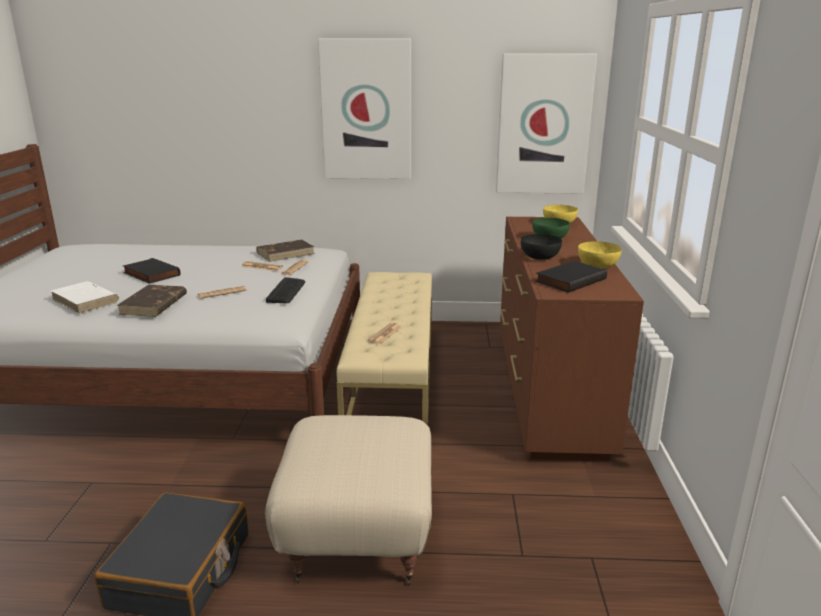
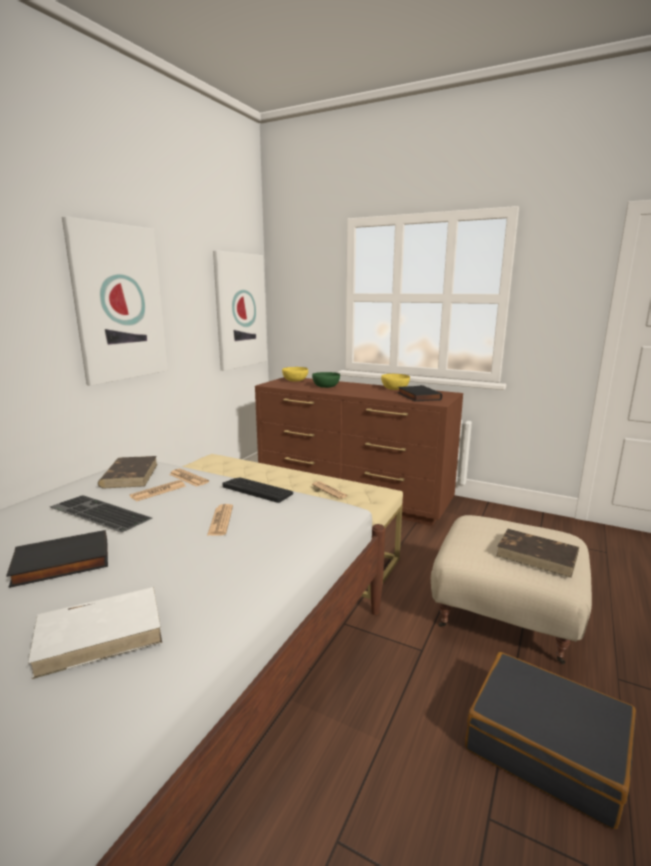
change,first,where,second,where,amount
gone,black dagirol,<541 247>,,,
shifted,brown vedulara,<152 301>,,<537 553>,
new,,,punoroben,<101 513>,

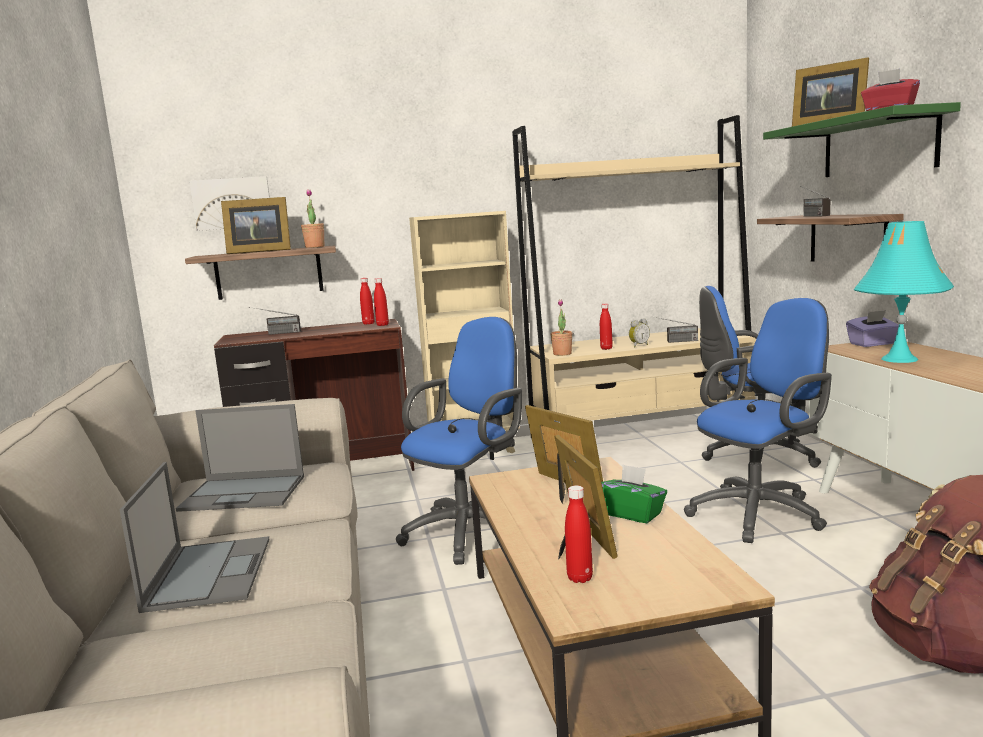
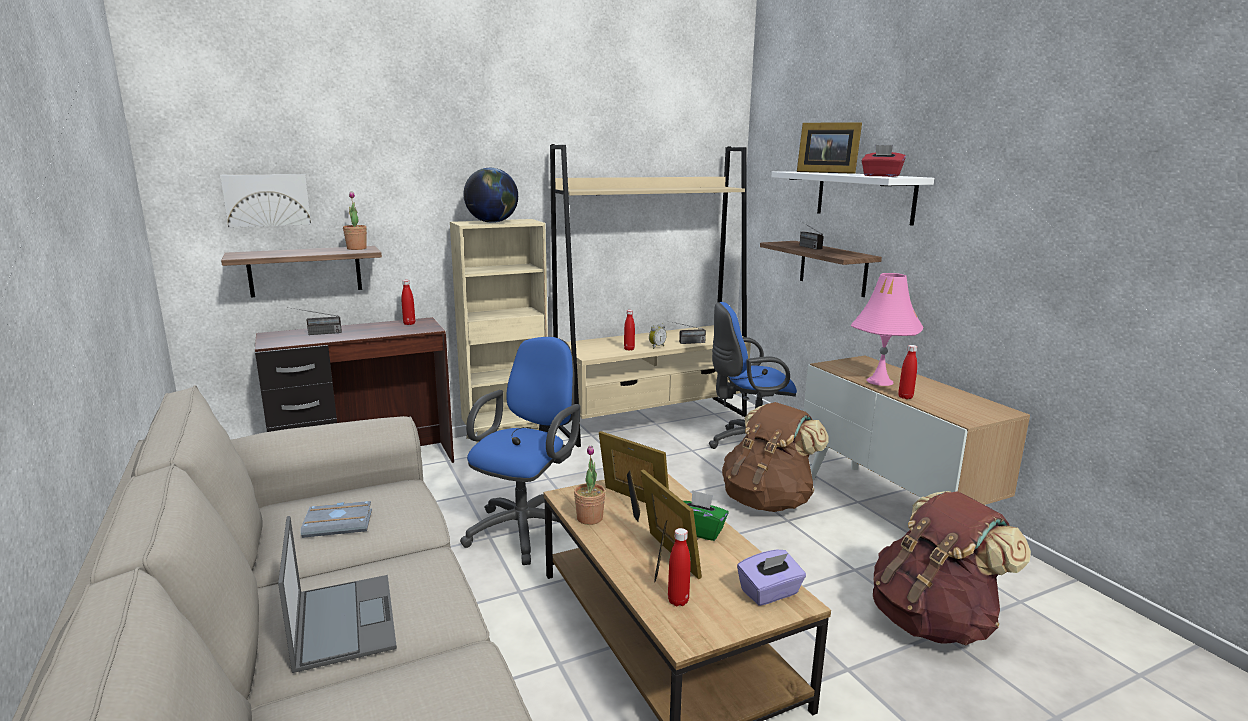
change,first,where,second,where,amount
repainted,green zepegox,<862 139>,white zepegox,<852 198>,
gone,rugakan,<256 225>,,,
repainted,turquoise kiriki,<903 292>,pink kiriki,<886 329>,
shifted,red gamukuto,<381 302>,,<907 372>,
swapped,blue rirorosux,<758 420>,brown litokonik,<775 457>,
shifted,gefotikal,<561 328>,,<590 485>,
shifted,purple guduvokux,<872 328>,,<771 578>,
swapped,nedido,<240 458>,grey vedulara,<336 519>,
new,,,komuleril,<491 195>,

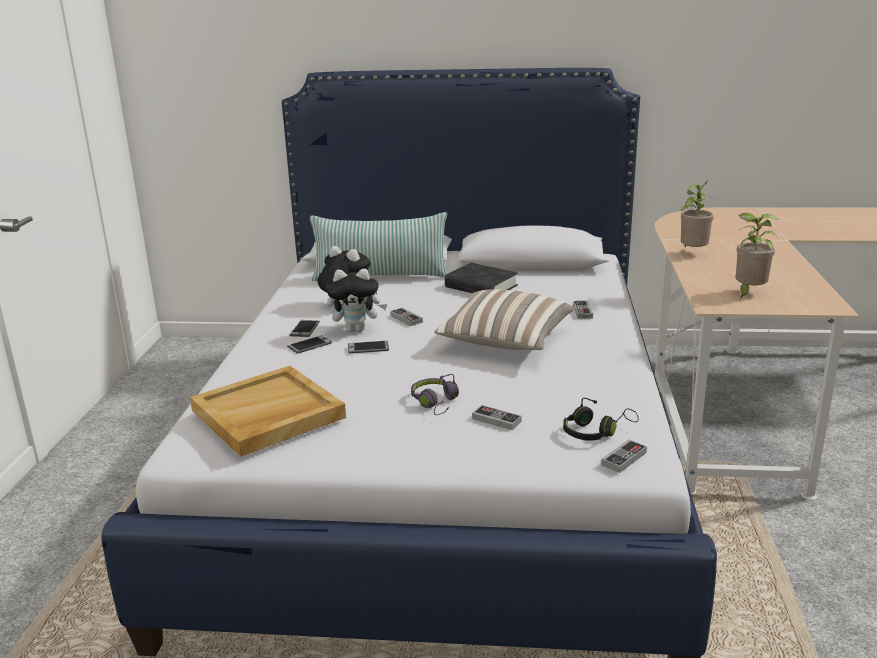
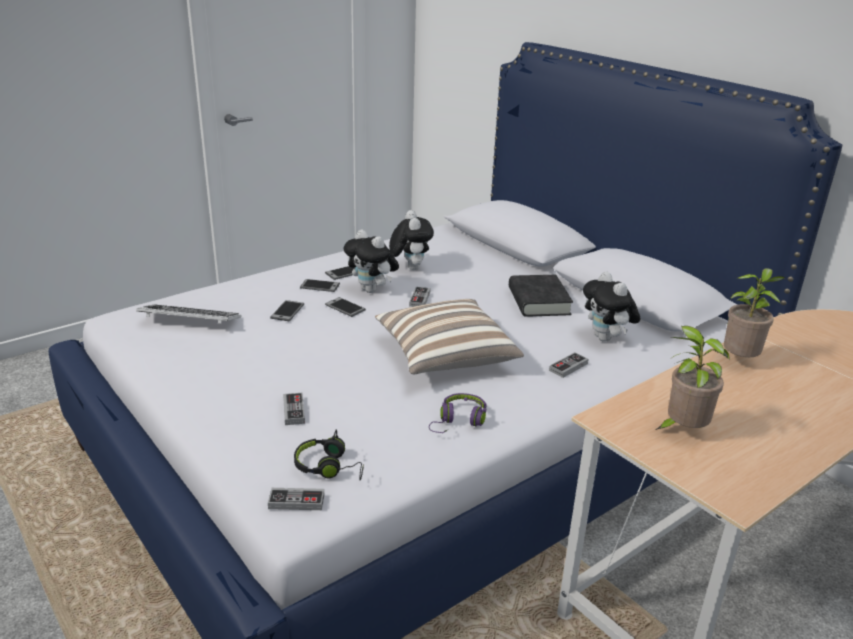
change,first,where,second,where,amount
gone,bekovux,<378 246>,,,
swapped,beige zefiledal,<268 411>,punoroben,<188 314>,
shifted,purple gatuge,<435 394>,,<458 413>,
new,,,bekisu,<611 306>,
new,,,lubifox,<287 310>,

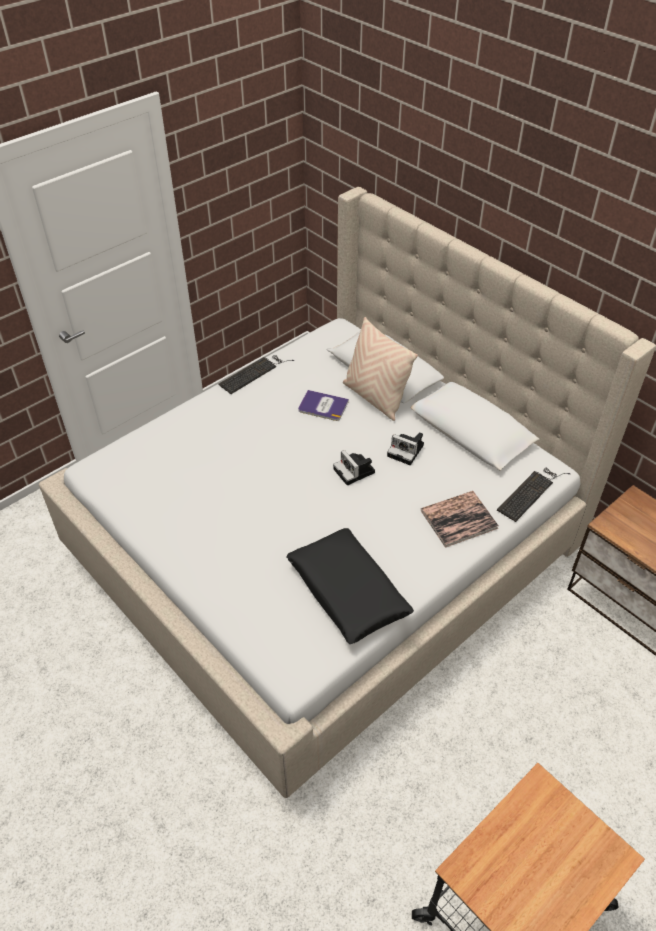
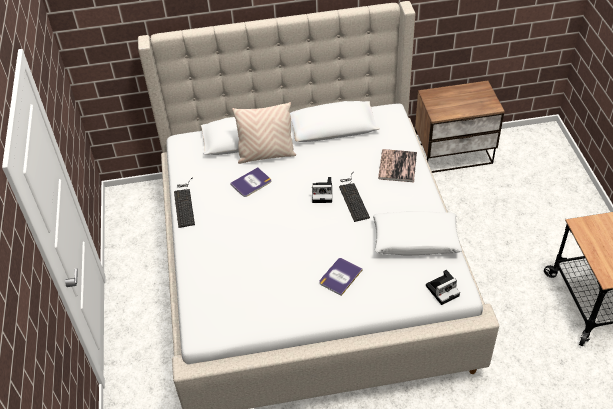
change,first,where,second,where,amount
shifted,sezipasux,<405 448>,,<443 287>,
shifted,punoroben,<533 495>,,<354 197>,
repainted,black bekovux,<350 586>,white bekovux,<417 233>,
new,,,vedulara,<341 277>,

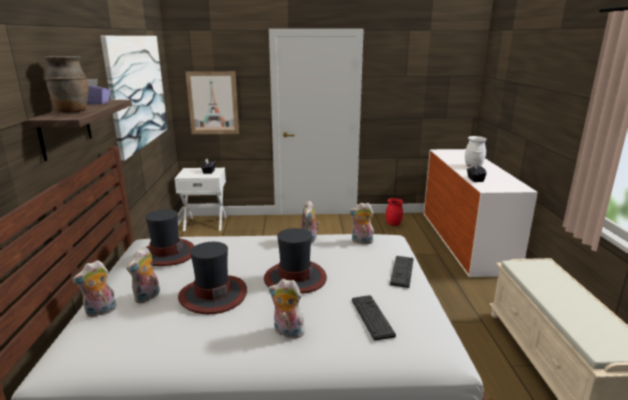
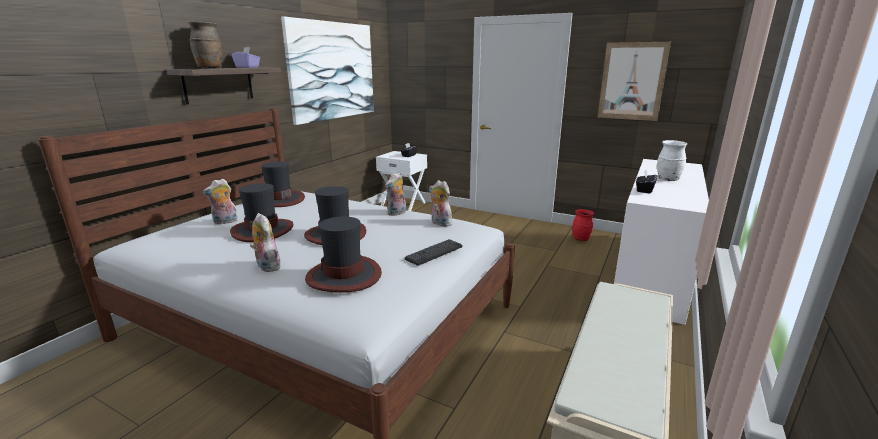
change,first,where,second,where,amount
shifted,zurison,<212 102>,,<634 81>,
gone,bekisu,<94 288>,,,
swapped,punoroben,<374 318>,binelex,<343 254>,

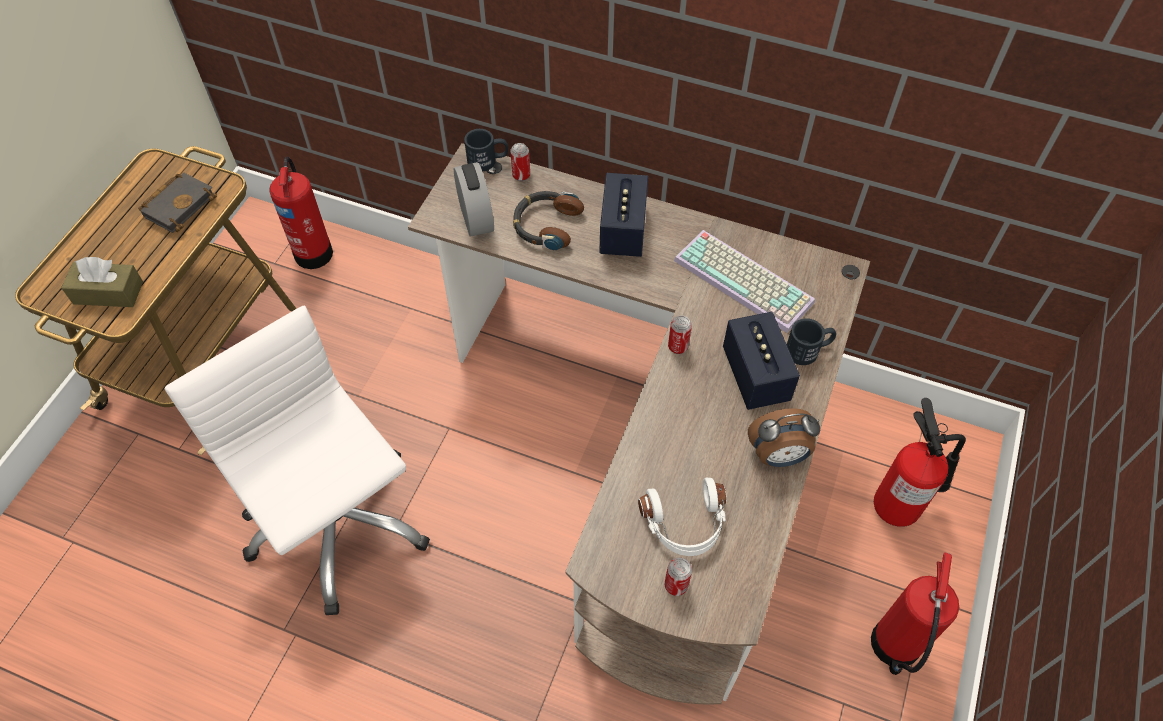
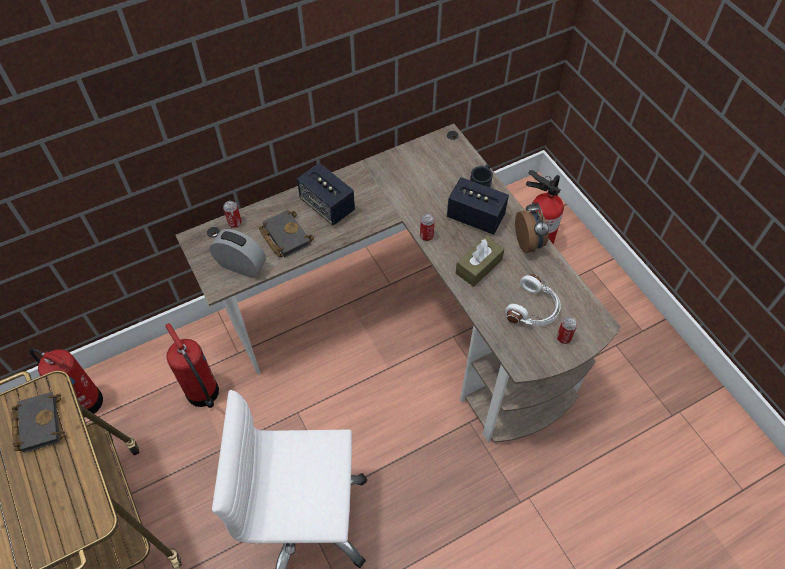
change,first,where,second,where,amount
gone,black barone,<486 150>,,,
swapped,gatuge,<548 221>,black vedulara,<286 233>,
gone,punoroben,<744 281>,,,
shifted,brown guduvokux,<102 282>,,<480 261>,
rotated,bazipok,<784 437>,,<532 227>,45 degrees counterclockwise
shifted,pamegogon,<915 613>,,<192 365>,

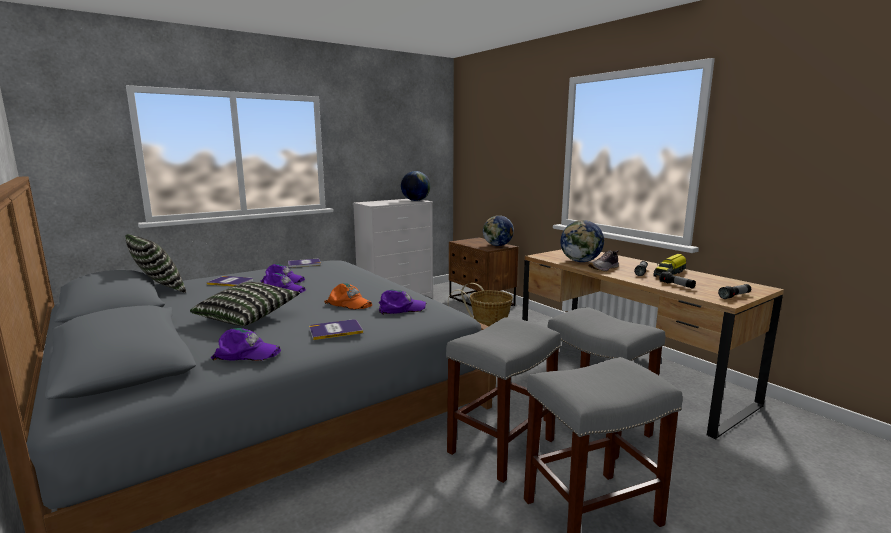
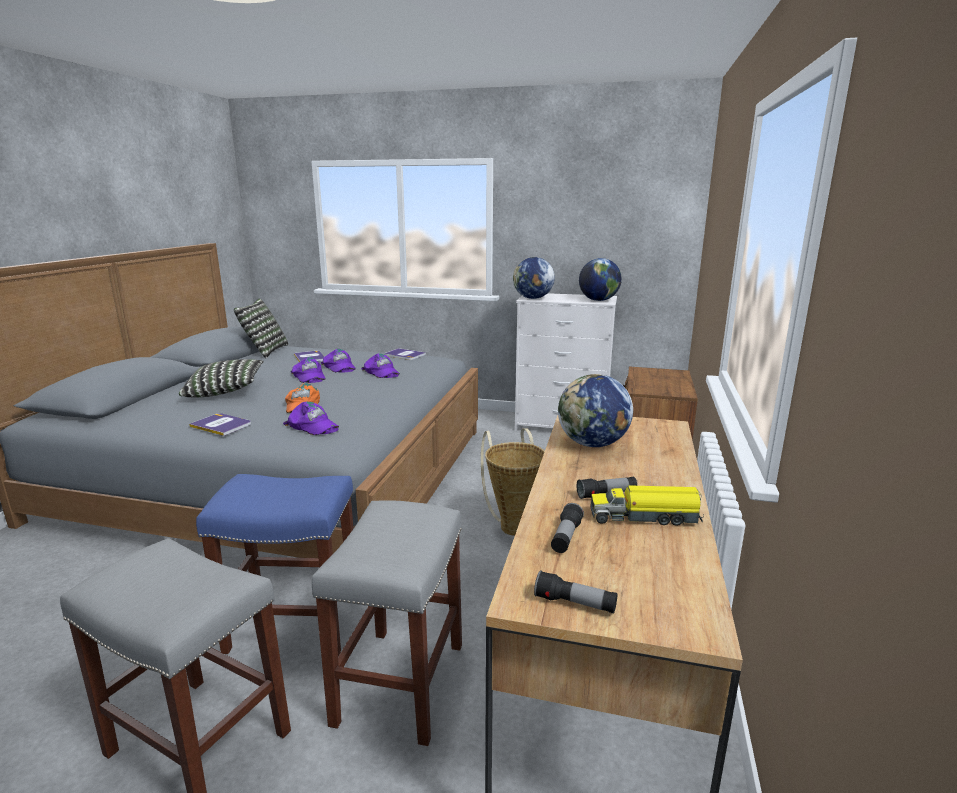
change,first,where,second,where,amount
shifted,komuleril,<498 230>,,<534 278>,
gone,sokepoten,<603 260>,,,
repainted,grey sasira,<503 400>,blue sasira,<275 565>,
shifted,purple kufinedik,<246 344>,,<380 365>,

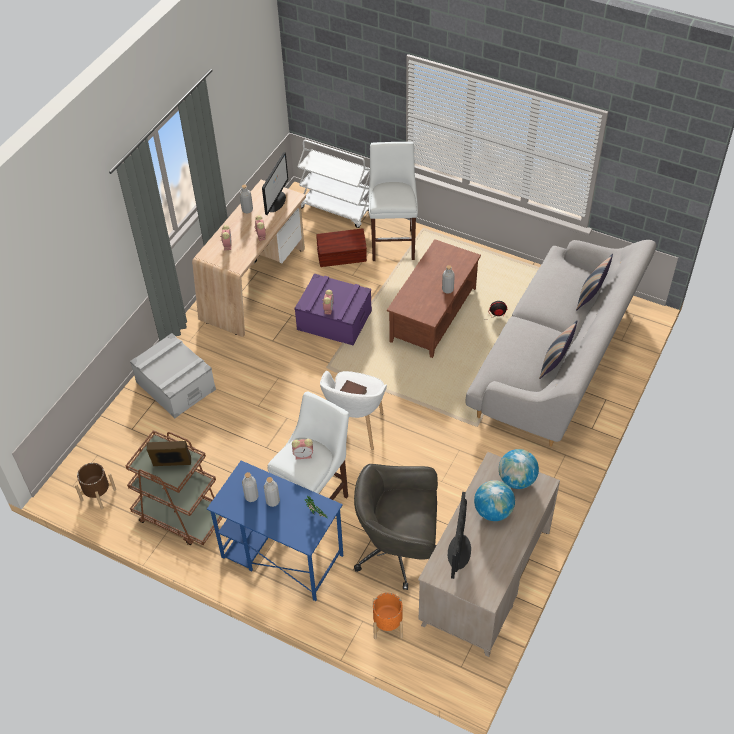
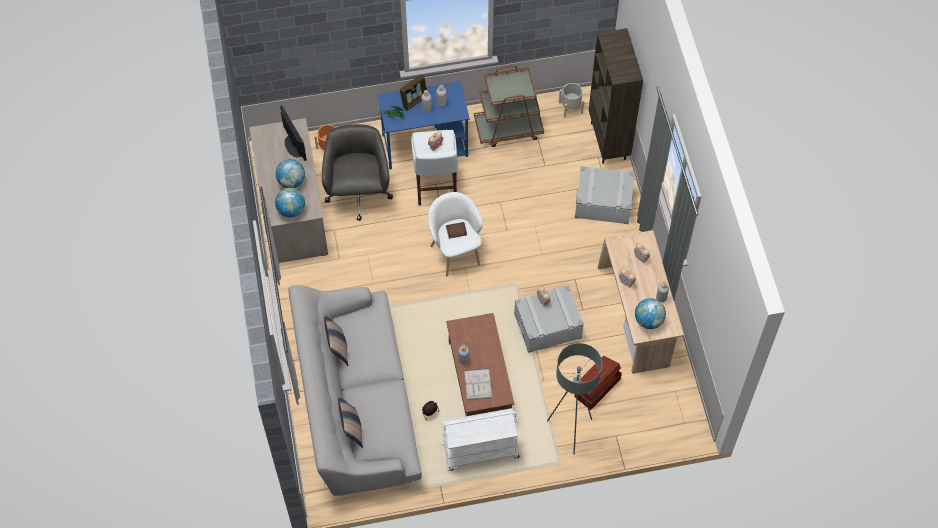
change,first,where,second,where,amount
shifted,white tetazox,<333 184>,,<481 439>,
swapped,white sasira,<393 201>,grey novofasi,<574 399>,
swapped,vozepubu,<275 183>,komuleril,<650 313>,
repainted,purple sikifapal,<333 310>,grey sikifapal,<549 319>,
shifted,rugakan,<169 453>,,<413 93>,
repainted,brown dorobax,<95 486>,grey dorobax,<571 100>,
rotated,grey rirorosux,<396 527>,,<357 172>,60 degrees counterclockwise
new,,,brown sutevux,<616 96>,
new,,,white vedulara,<478 384>,

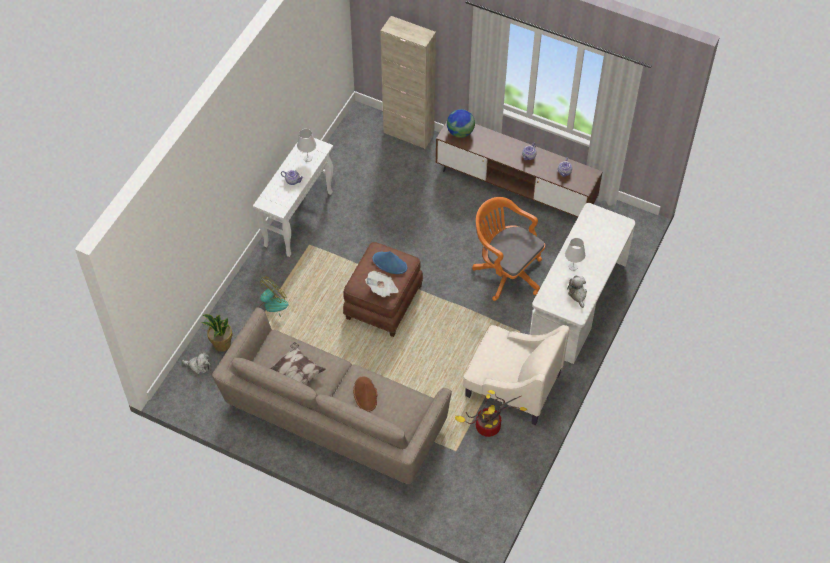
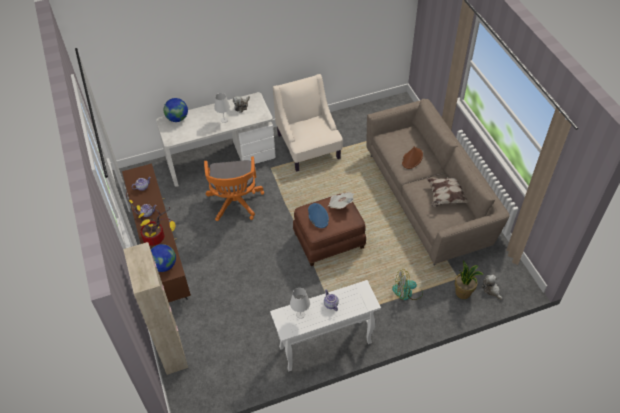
change,first,where,second,where,amount
shifted,gefotikal,<491 413>,,<151 218>,
new,,,komuleril,<176 110>,

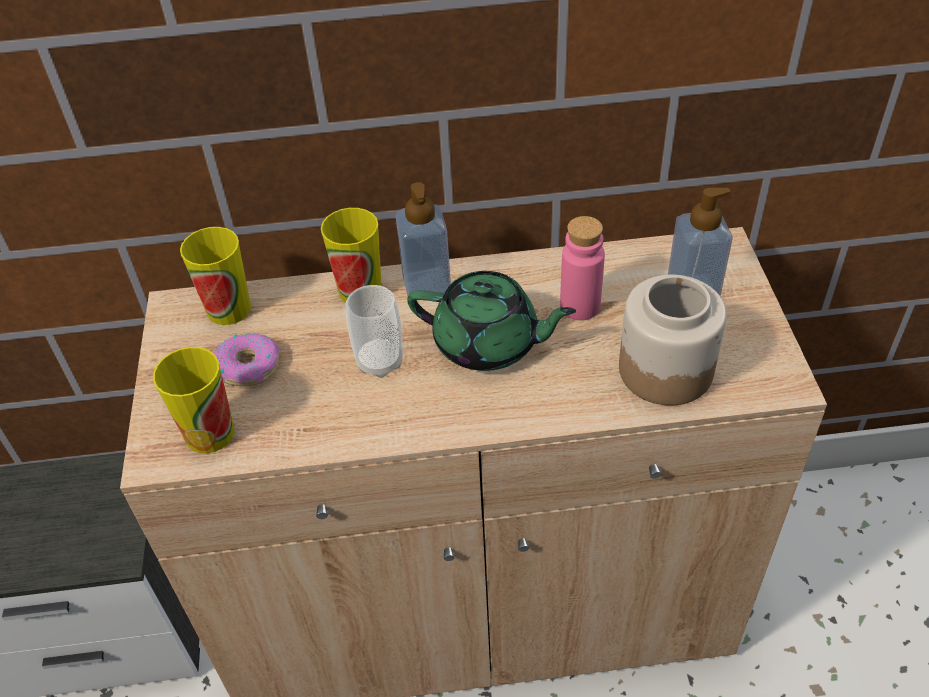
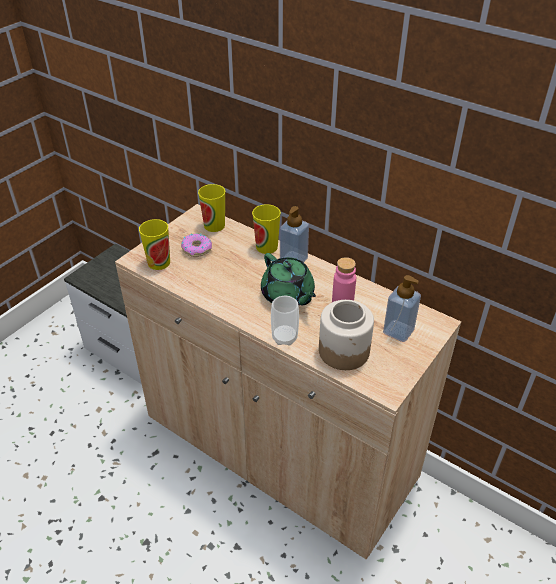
change,first,where,second,where,amount
shifted,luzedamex,<374 331>,,<285 320>,

